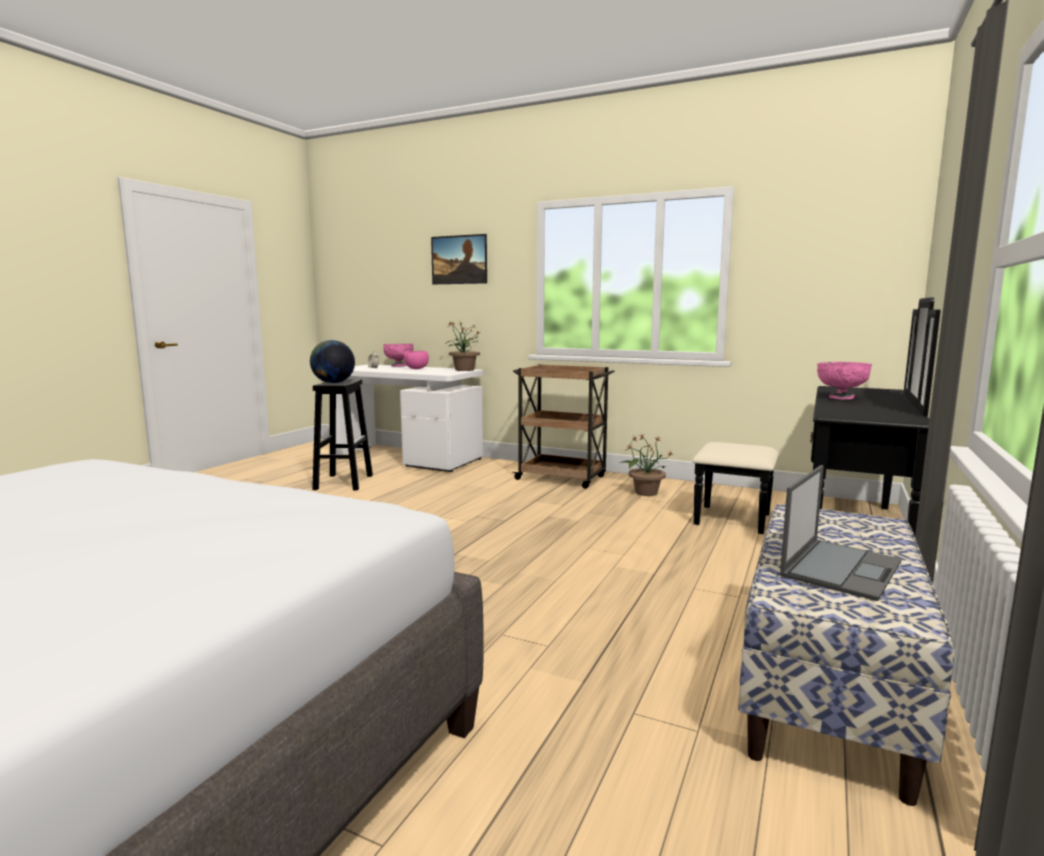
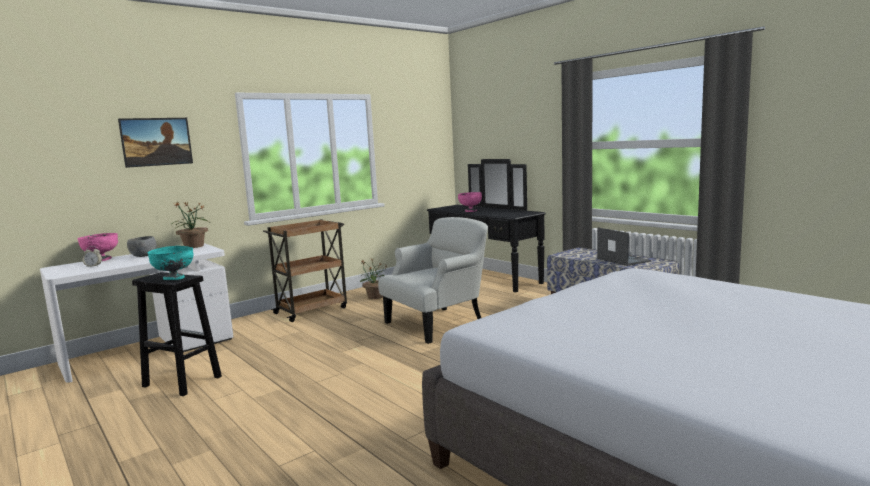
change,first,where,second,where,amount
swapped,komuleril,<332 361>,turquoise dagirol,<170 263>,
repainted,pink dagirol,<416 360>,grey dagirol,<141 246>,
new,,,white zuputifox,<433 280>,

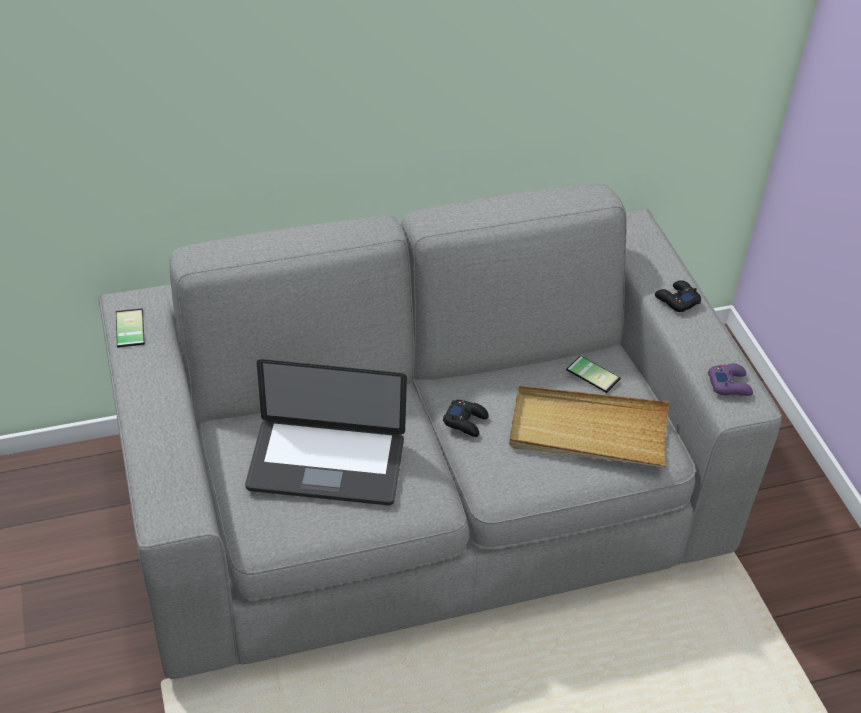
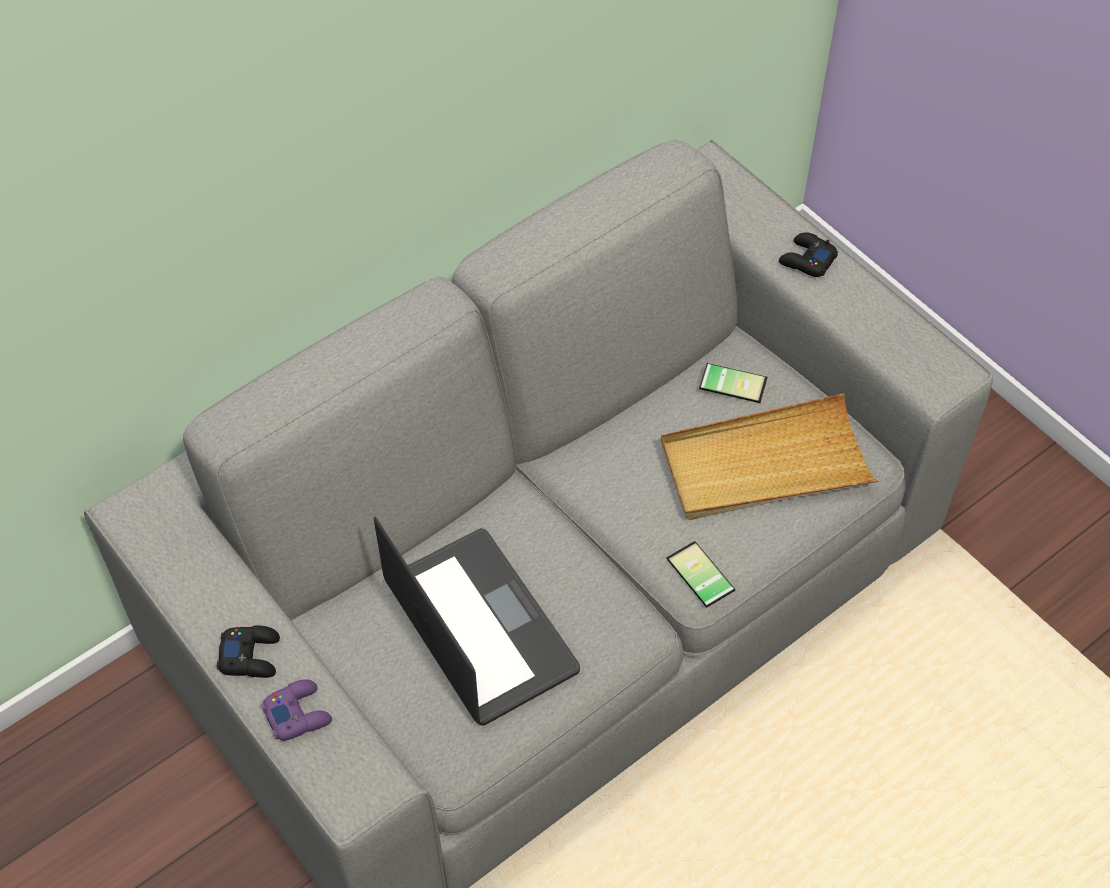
change,first,where,second,where,amount
shifted,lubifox,<130 327>,,<700 574>,
rotated,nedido,<326 432>,,<477 621>,105 degrees counterclockwise
shifted,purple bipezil,<730 379>,,<296 710>,
shifted,black bipezil,<466 418>,,<248 651>,

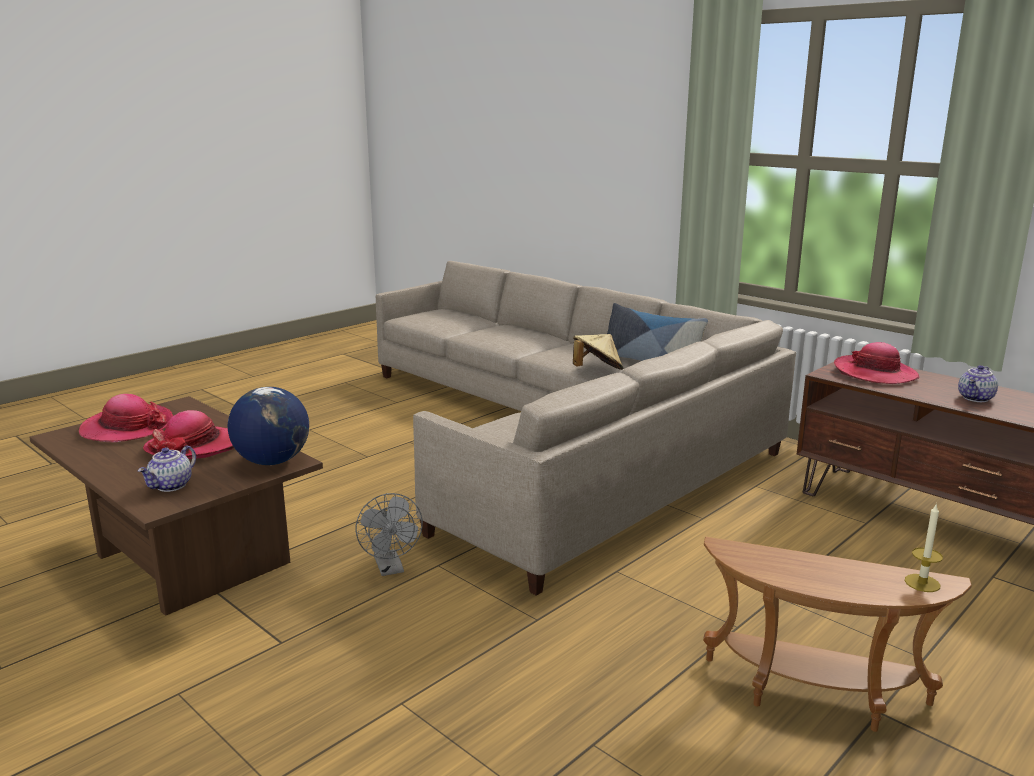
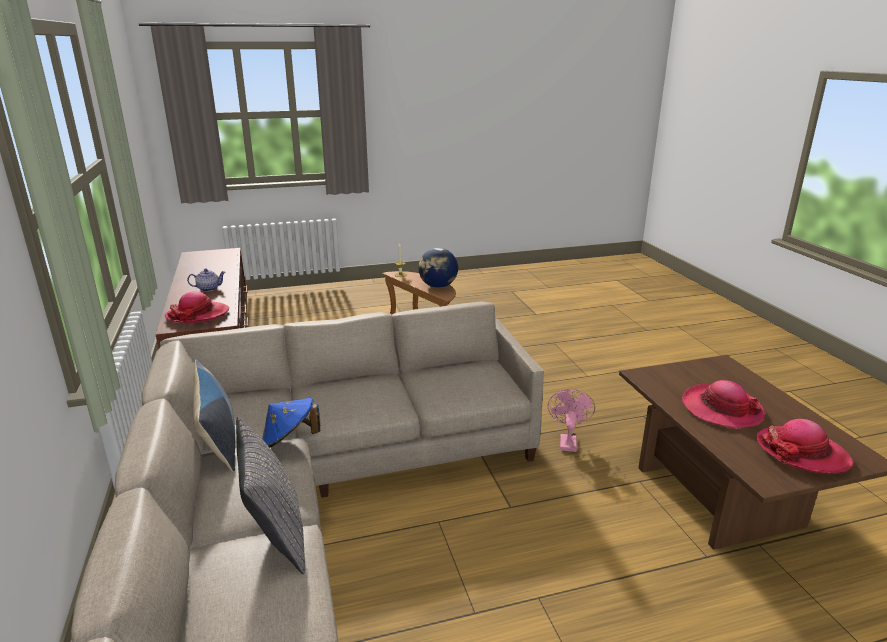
change,first,where,second,where,amount
repainted,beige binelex,<598 352>,blue binelex,<291 422>,
shifted,komuleril,<268 426>,,<438 268>,
gone,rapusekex,<167 468>,,,
repainted,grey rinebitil,<389 534>,pink rinebitil,<571 420>,
new,,,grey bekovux,<270 495>,

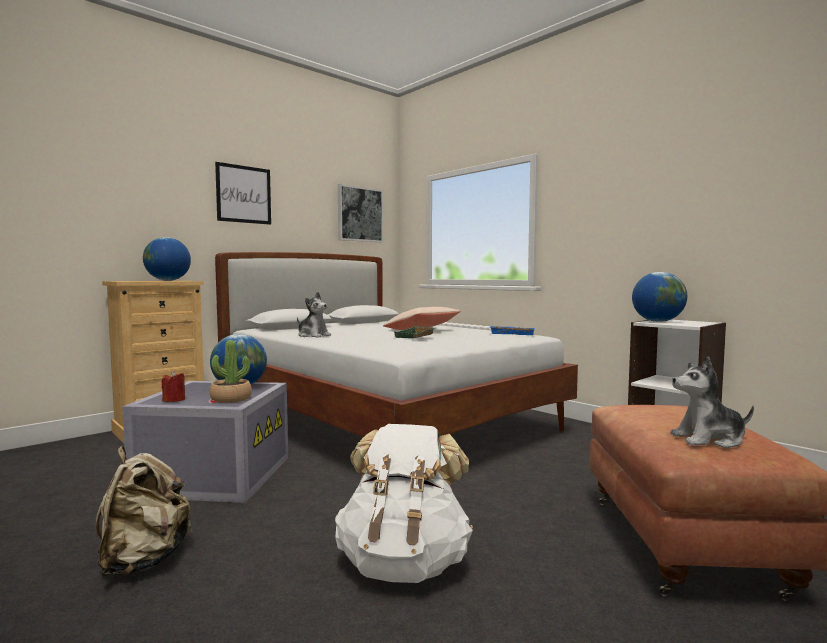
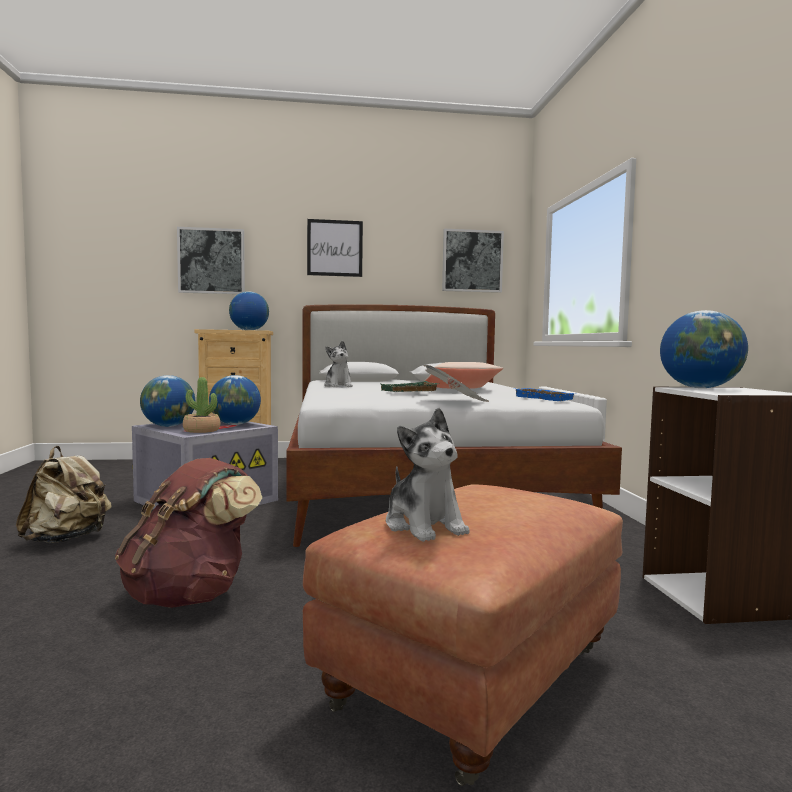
change,first,where,second,where,amount
rotated,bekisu,<712 402>,,<428 475>,150 degrees counterclockwise
swapped,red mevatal,<173 386>,komuleril,<167 401>,
repainted,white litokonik,<404 503>,brown litokonik,<188 533>,
new,,,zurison,<211 260>,
new,,,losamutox,<456 383>,

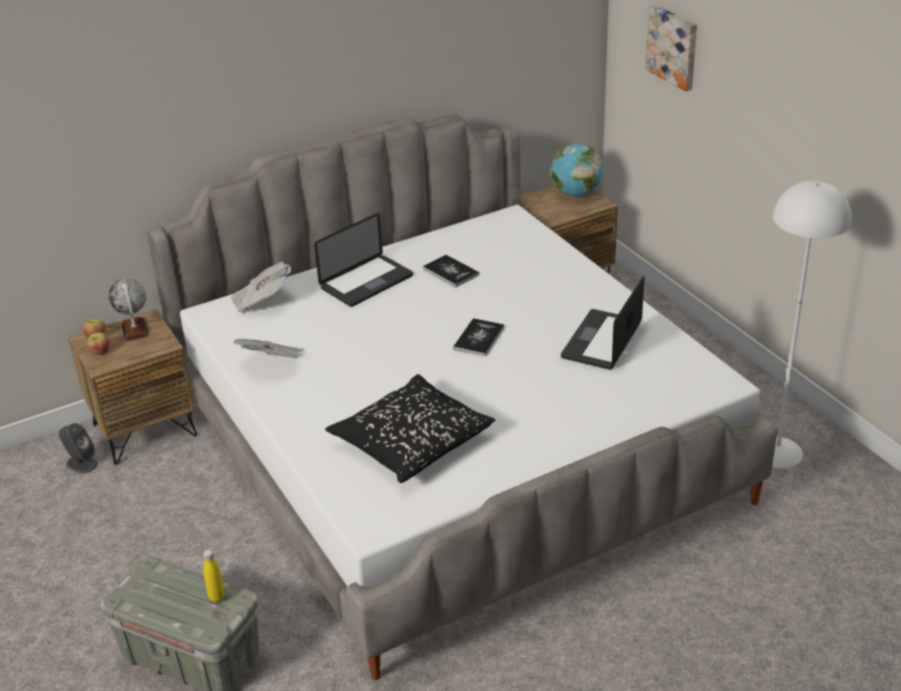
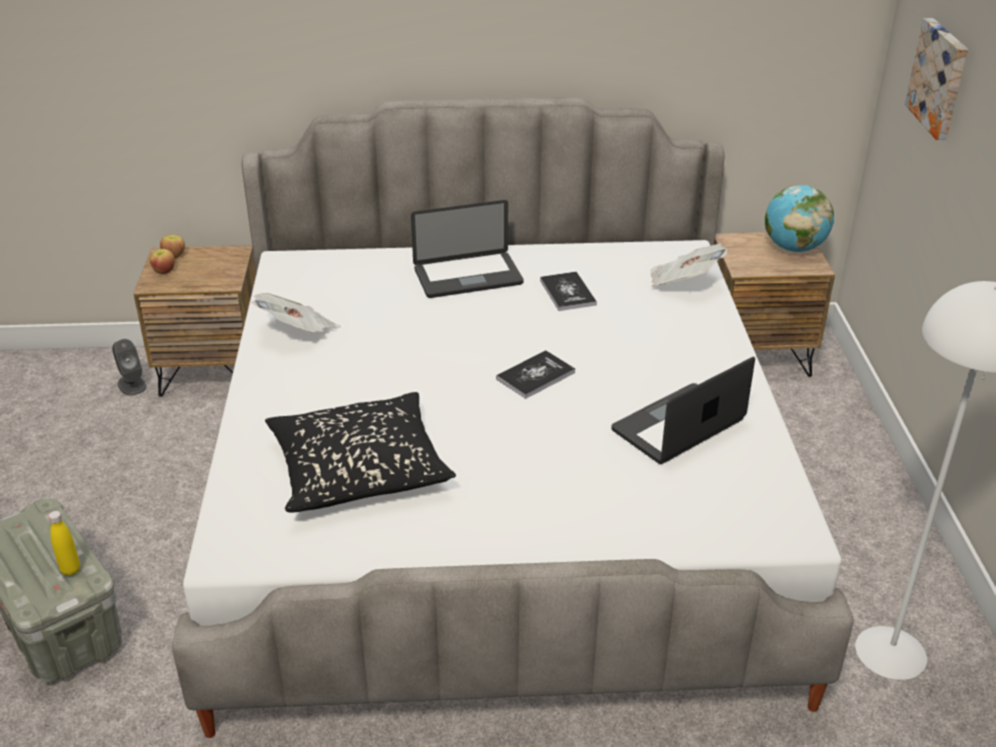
change,first,where,second,where,amount
shifted,losamutox,<261 287>,,<688 265>,
gone,komuleril,<128 309>,,,

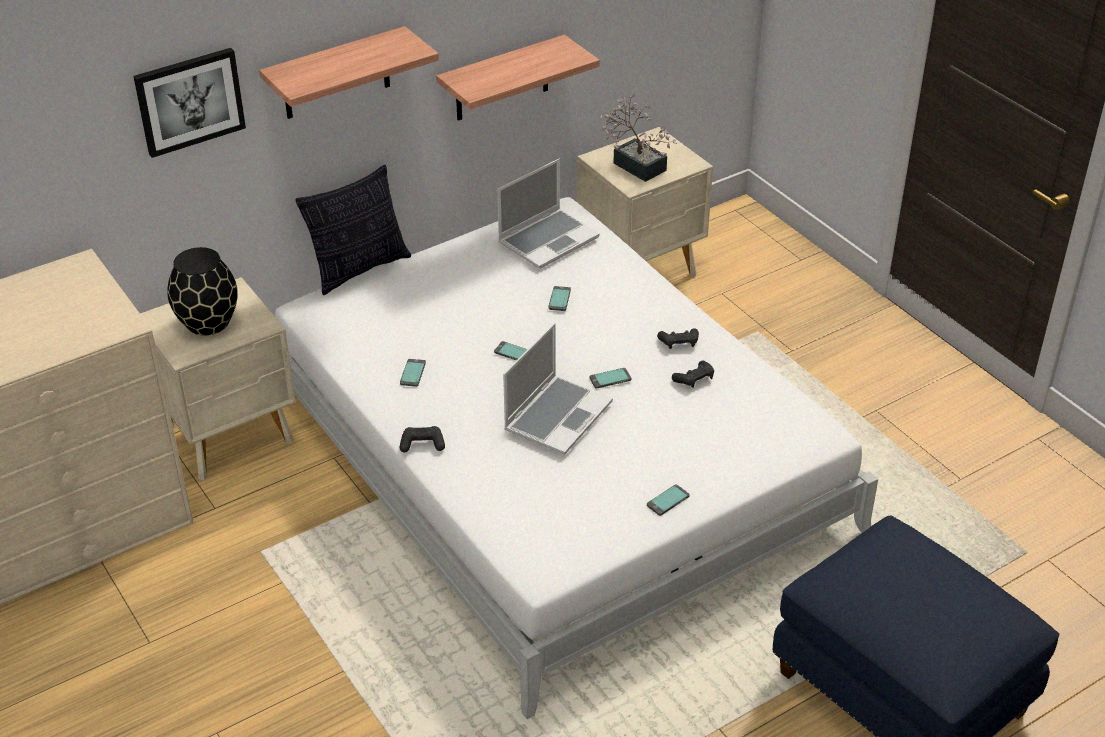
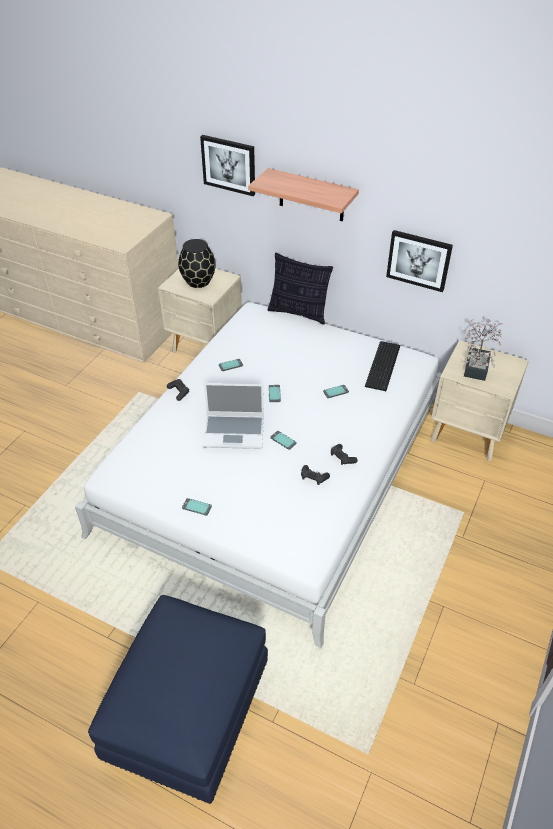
change,first,where,second,where,amount
swapped,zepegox,<518 78>,zurison,<419 261>,
swapped,nedido,<548 214>,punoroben,<382 366>,

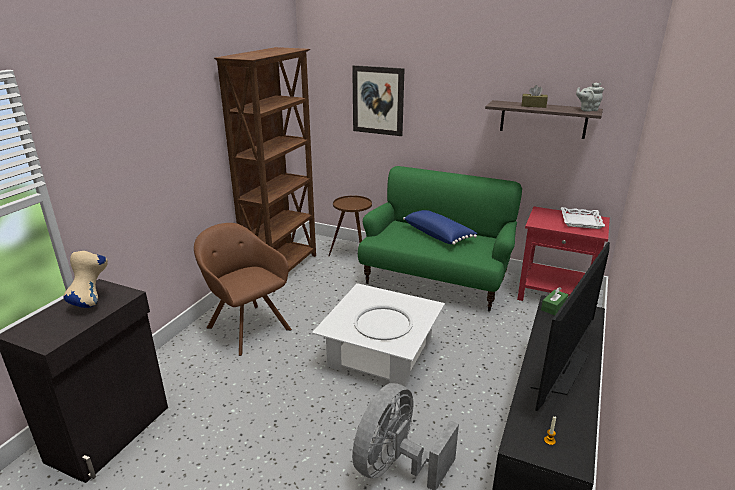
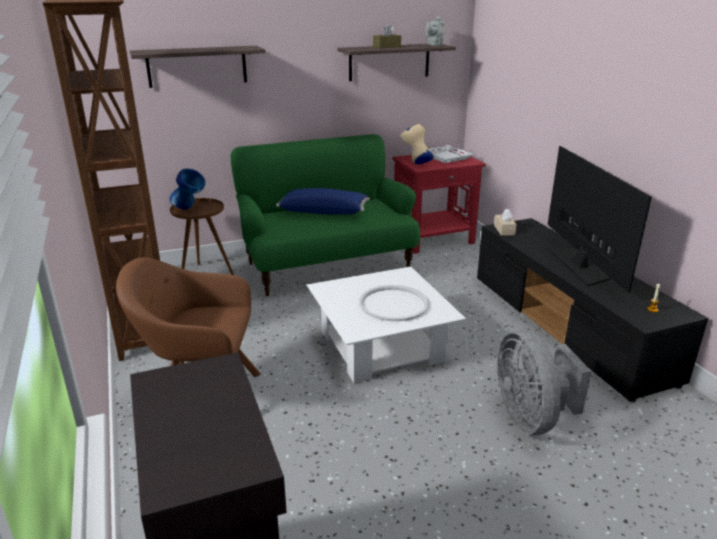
change,first,where,second,where,amount
swapped,zurison,<378 100>,zepegox,<198 67>,
shifted,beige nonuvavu,<86 279>,,<417 144>,
repainted,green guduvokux,<554 301>,beige guduvokux,<505 222>,
new,,,blue nonuvavu,<188 188>,

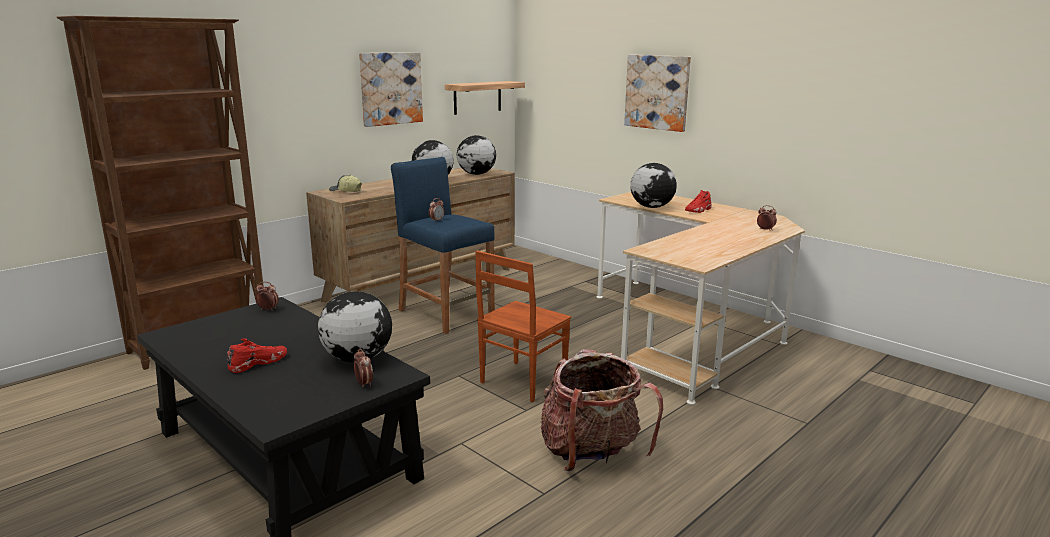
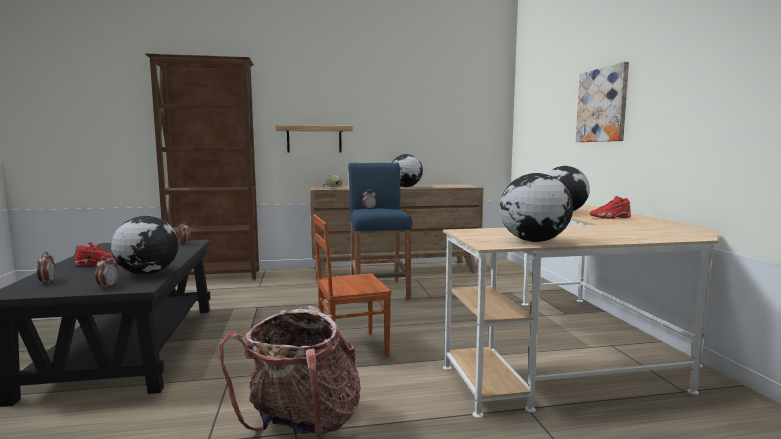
change,first,where,second,where,amount
gone,zurison,<391 89>,,,
shifted,zepegox,<485 98>,,<314 138>,
shifted,komuleril,<476 155>,,<536 207>,
shifted,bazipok,<767 218>,,<46 268>,

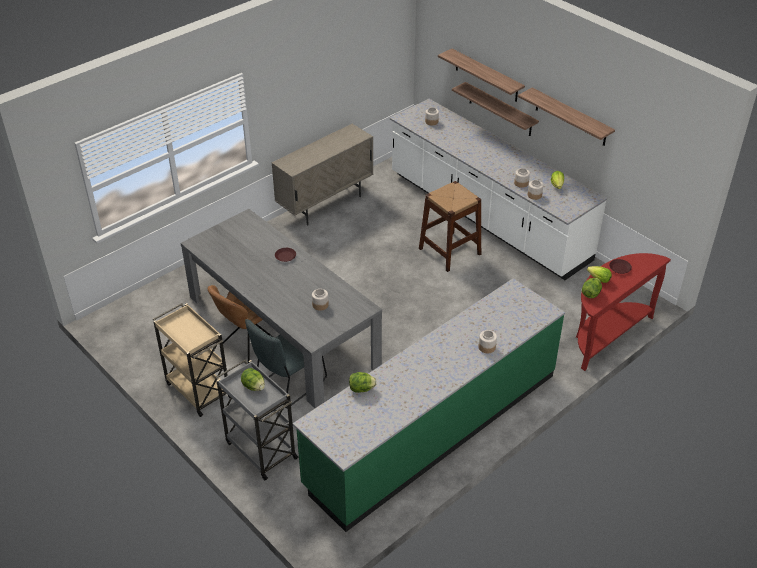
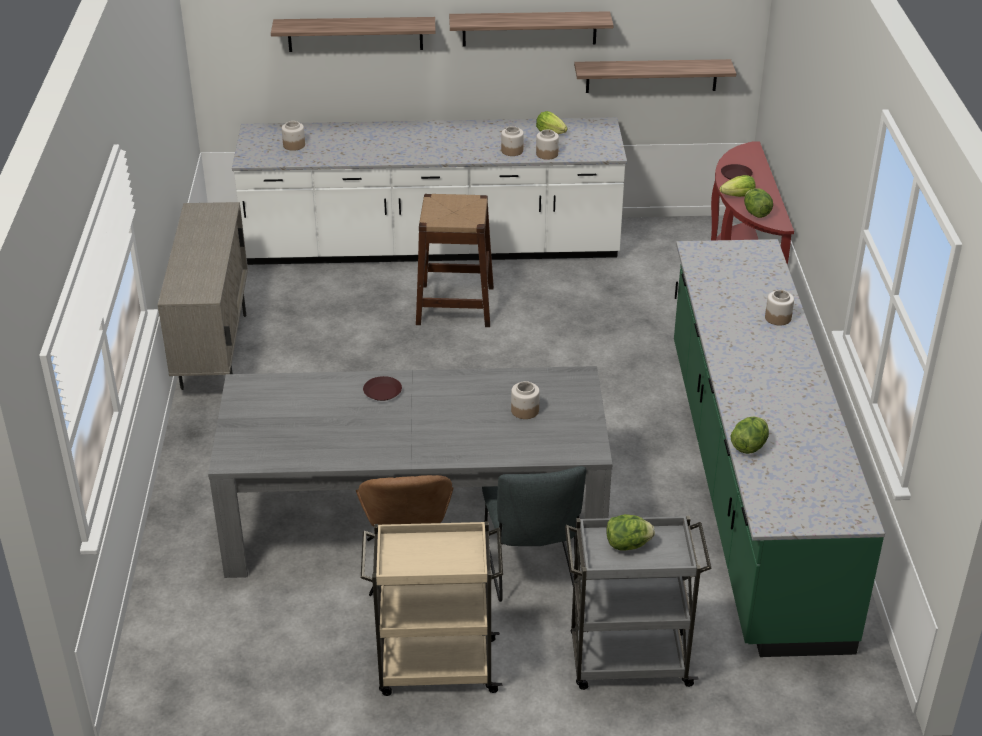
change,first,where,second,where,amount
shifted,zepegox,<495 109>,,<655 76>,

